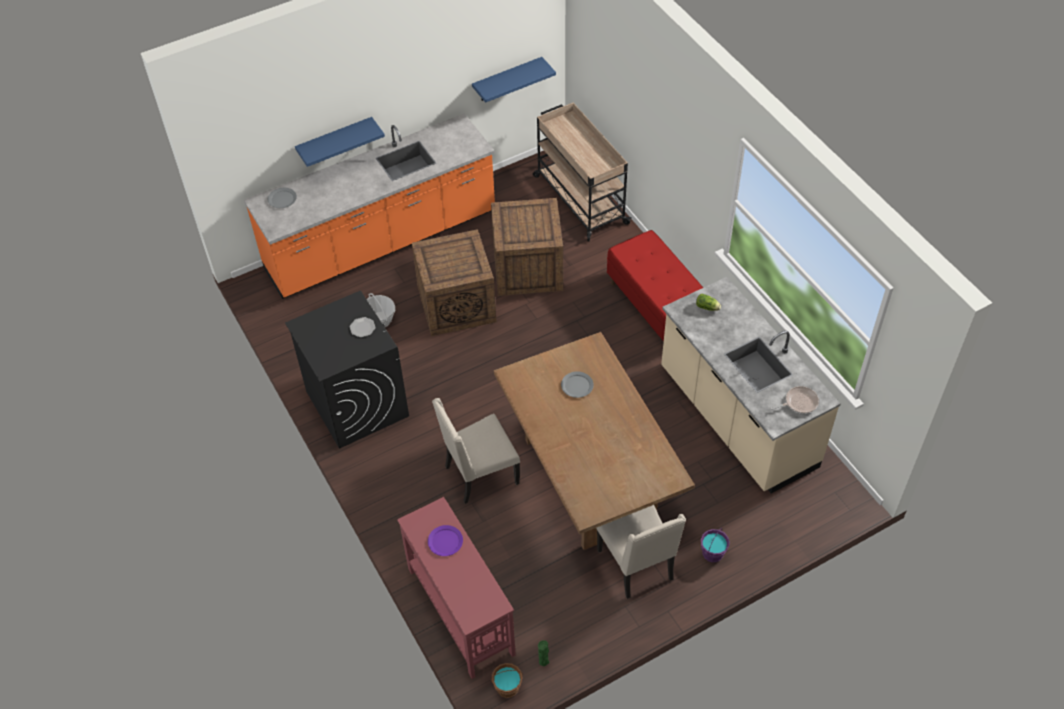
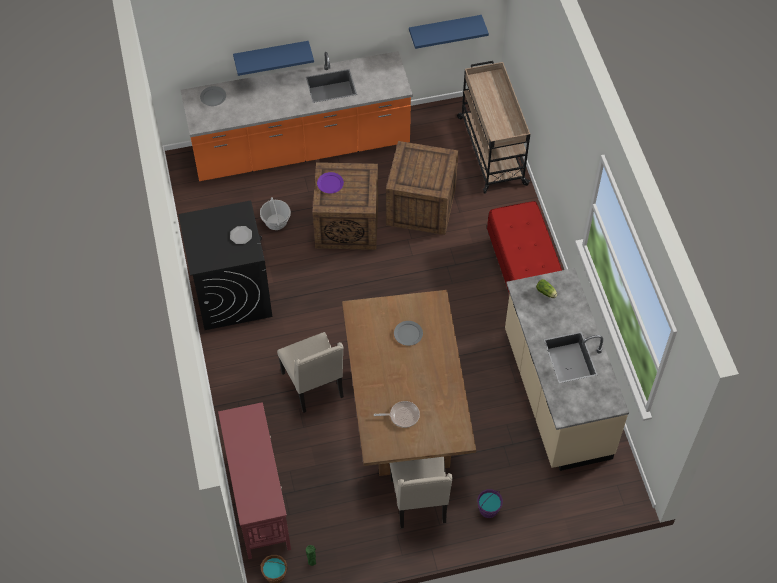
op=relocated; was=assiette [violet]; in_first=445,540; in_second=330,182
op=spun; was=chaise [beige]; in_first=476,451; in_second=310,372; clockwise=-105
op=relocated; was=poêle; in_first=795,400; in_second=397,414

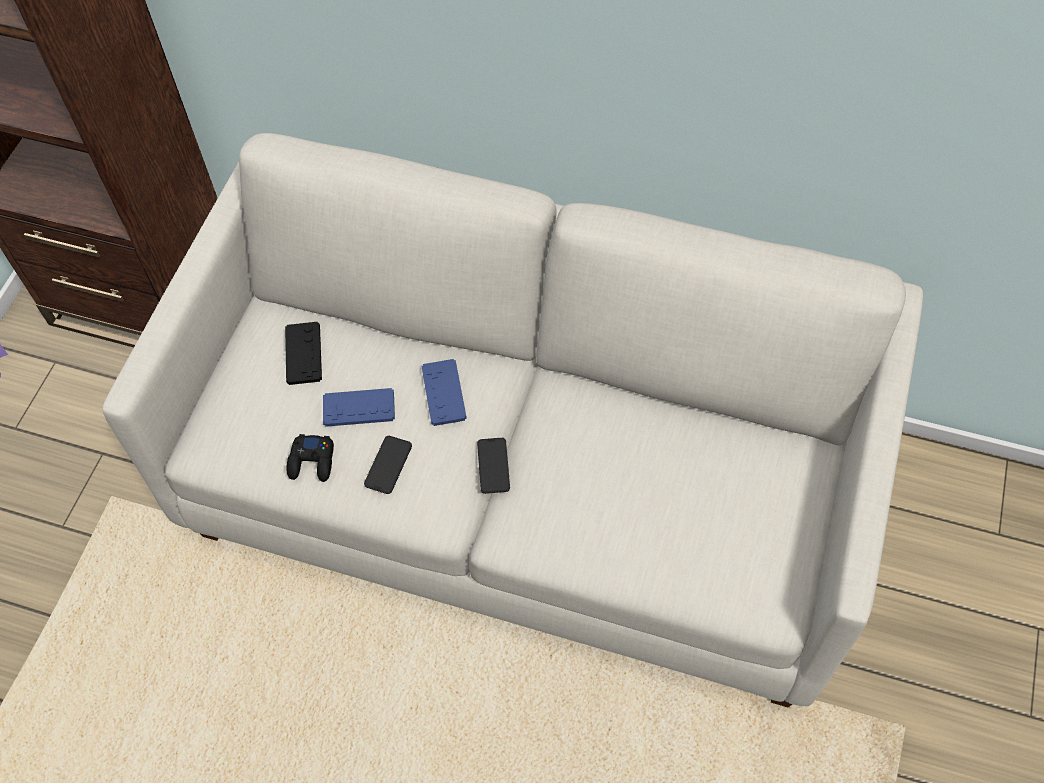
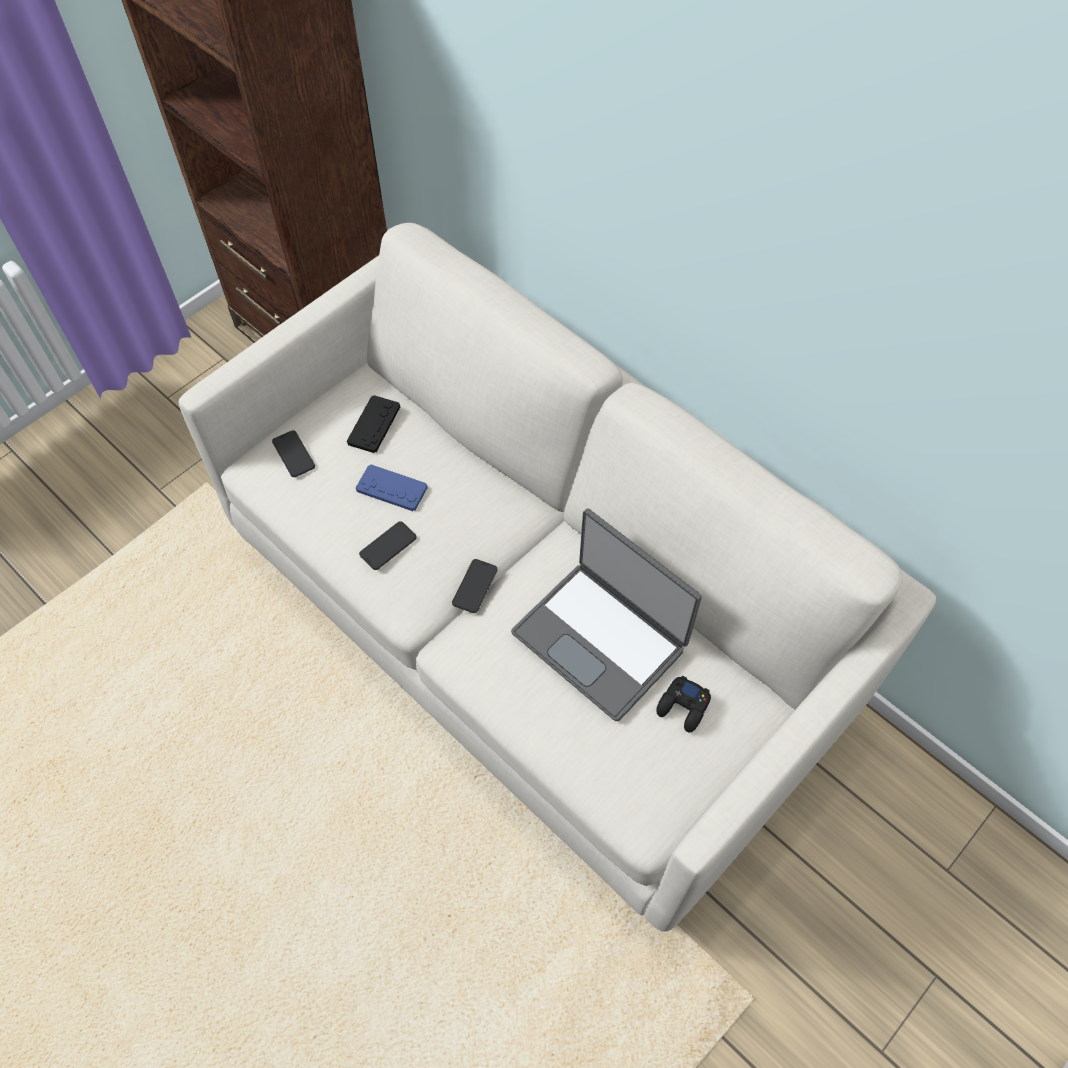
op=relocated; was=manette [noir]; in_first=310,458; in_second=683,704
op=missing; was=manette [bleu]; in_first=444,392
op=appeared; now=téléphone; in_second=293,453
op=appeared; now=ordinateur portable; in_second=606,614

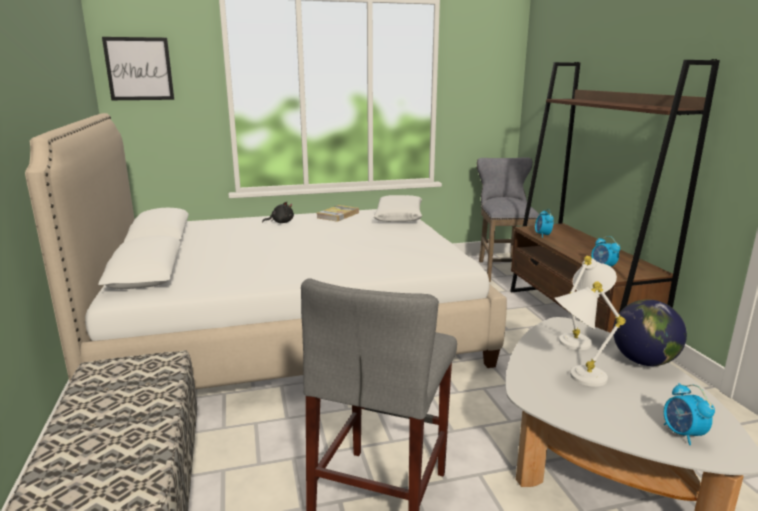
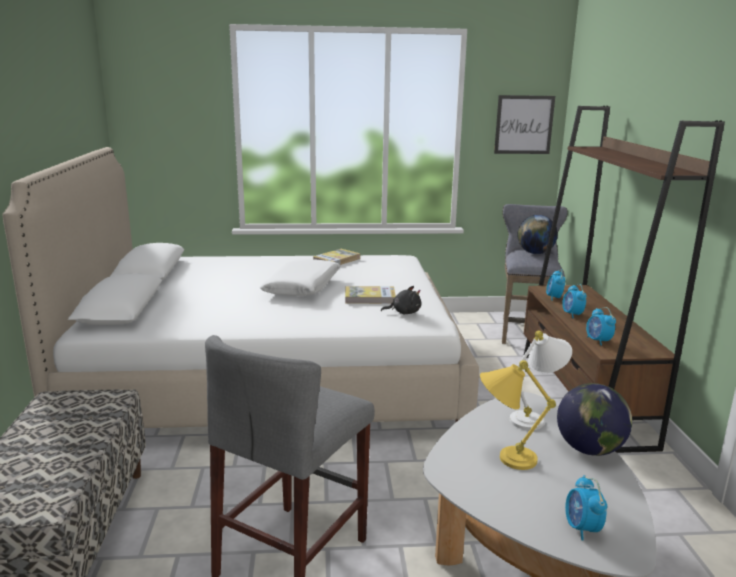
op=relocated; was=tableau; in_first=138,68; in_second=524,124
op=relocated; was=peluche [noir]; in_first=278,212; in_second=401,300
op=relocated; was=coussin [blanc]; in_first=398,208; in_second=300,277
op=colour; was=lampe de table [blanc]; now=lampe de table [jaune]; in_first=590,334; in_second=518,415
op=appeared; now=livre; in_second=370,295
op=appeared; now=globe; in_second=537,234
op=appeared; now=réveil; in_second=574,301

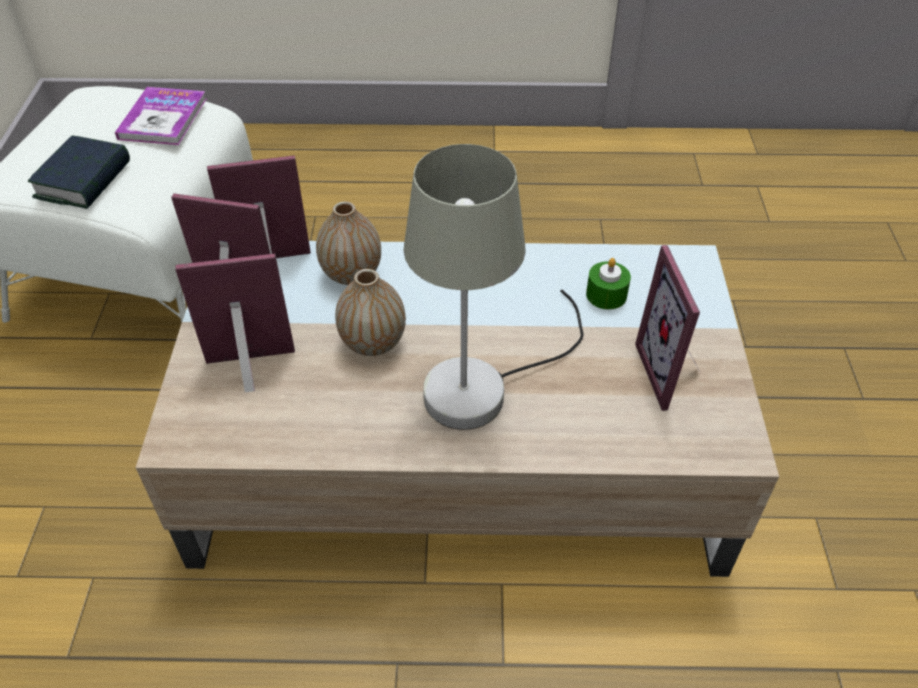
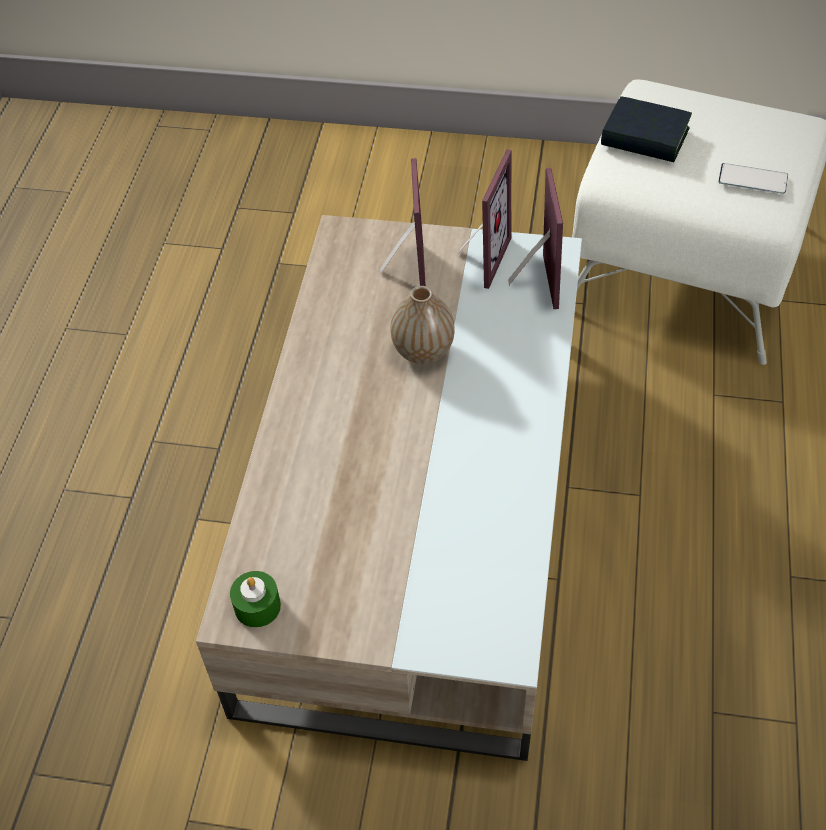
op=exchanged; was=livre; now=téléphone; in_first=160,116; in_second=753,178
op=missing; was=vase; in_first=348,243
op=missing; was=lampe de table [gris]; in_first=493,287
op=relocated; was=bougie [vert]; in_first=608,284; in_second=255,599
op=missing; was=cadre photo; in_first=667,328

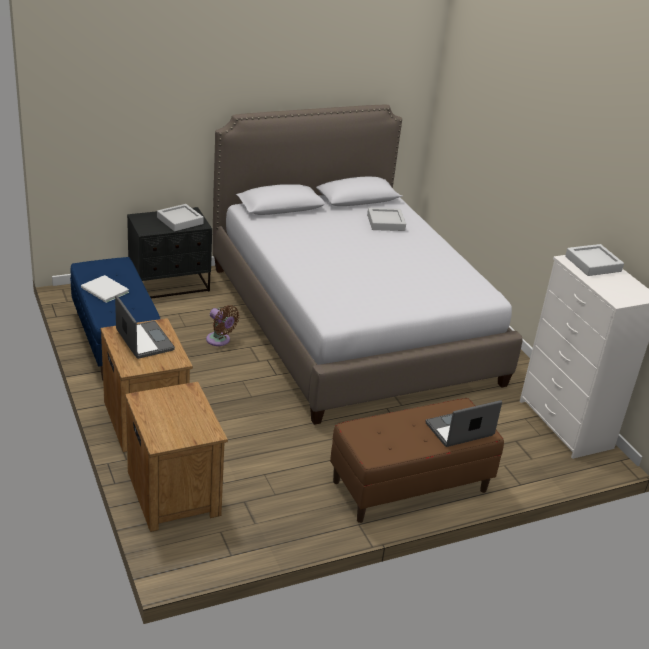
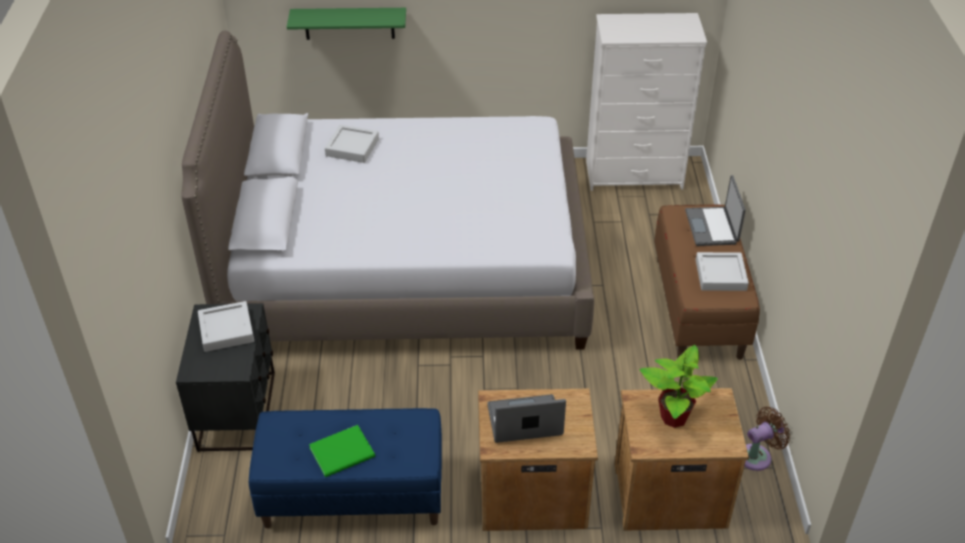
op=colour; was=livre [blanc]; now=livre [vert]; in_first=105,289; in_second=342,451
op=relocated; was=ventilateur [marron]; in_first=222,325; in_second=767,439
op=relocated; was=plateau [gris]; in_first=594,260; in_second=722,271
op=appeared; now=étagère [vert]; in_second=346,24
op=appeared; now=plante en pot; in_second=679,386

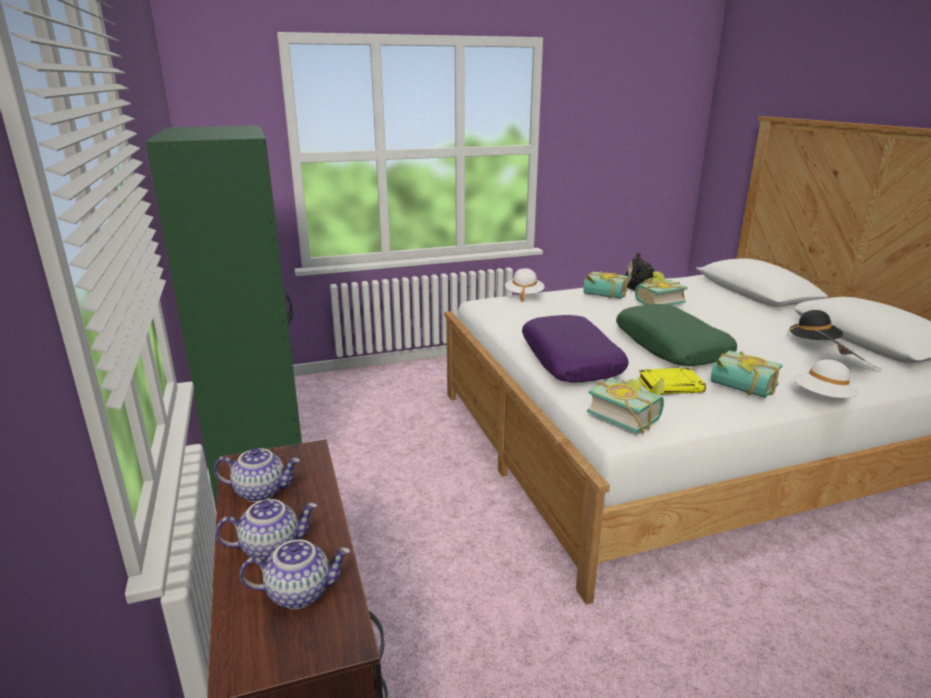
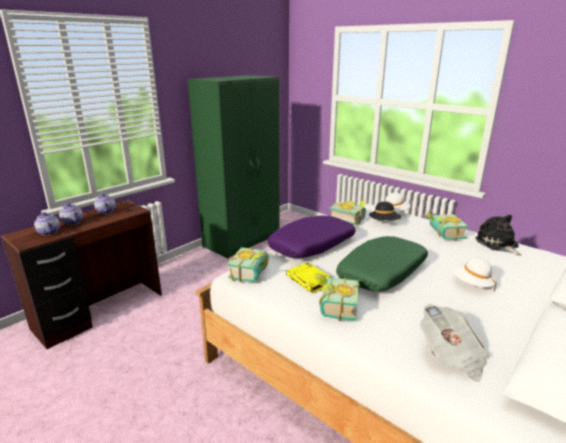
op=relocated; was=livre; in_first=661,288; in_second=348,212
op=relocated; was=chapeau [noir]; in_first=815,325; in_second=385,211
op=relocated; was=chapeau [blanc]; in_first=825,378; in_second=475,274

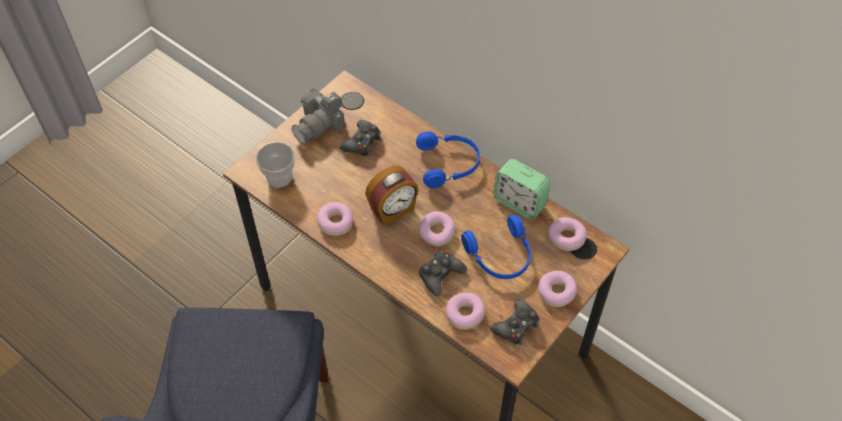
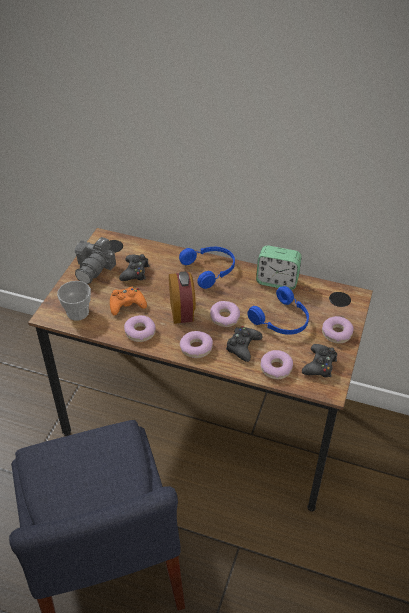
op=spun; was=réveil; in_first=392,196; in_second=182,297; clockwise=-45
op=relocated; was=beignet; in_first=567,234; in_second=196,344
op=appeared; now=manette [orange]; in_second=128,301

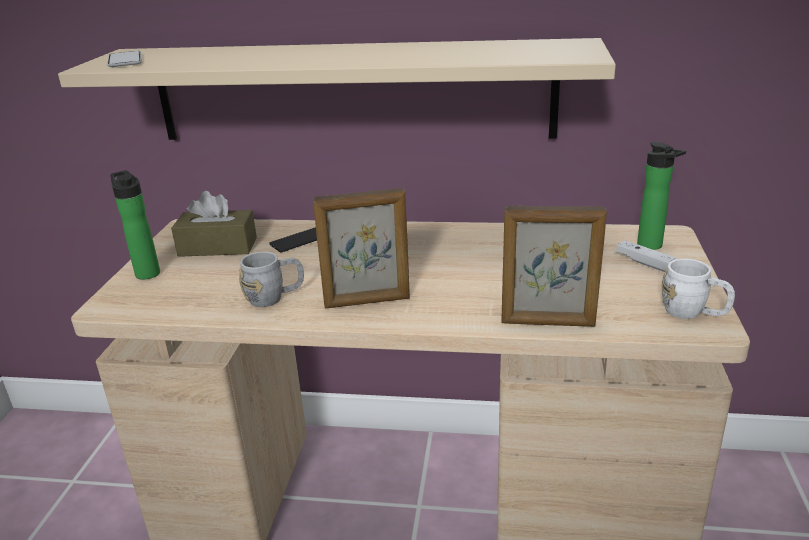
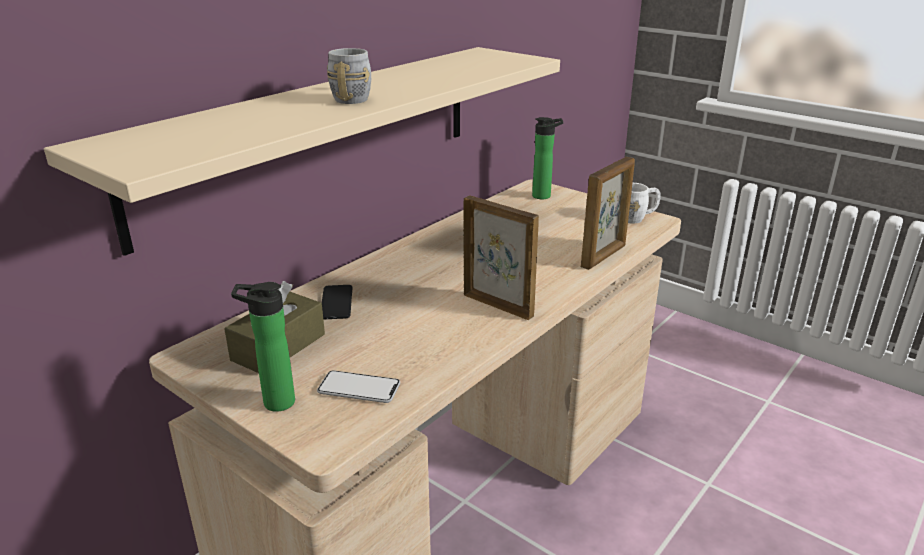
op=relocated; was=téléphone; in_first=124,59; in_second=358,386
op=relocated; was=mug [gris]; in_first=271,279; in_second=349,76
op=spun; was=cadre photo; in_first=361,248; in_second=501,257; clockwise=-75
op=missing; was=manette [blanc]; in_first=647,256

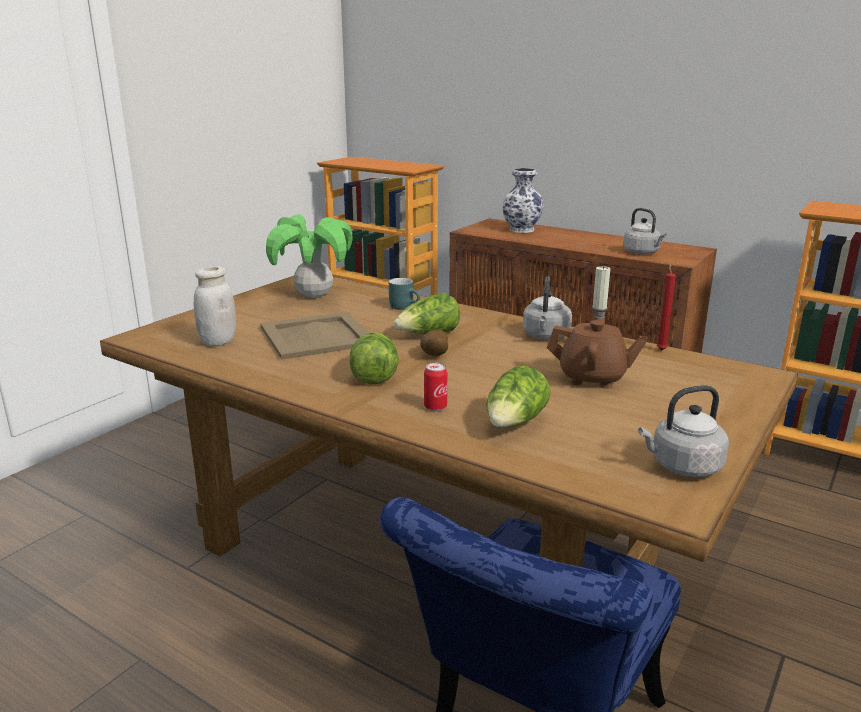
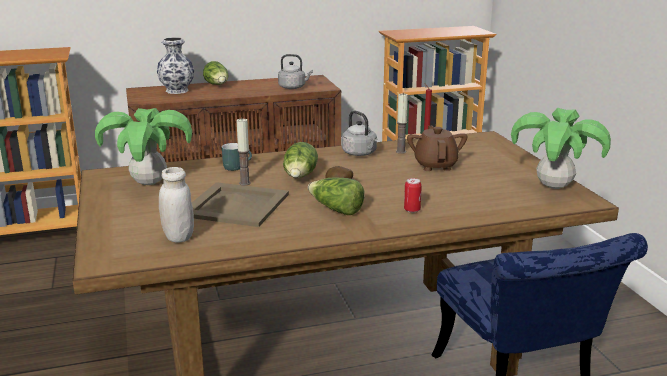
op=relocated; was=laitue; in_first=518,396; in_second=216,73
op=spun; was=théière [marron]; in_first=597,353; in_second=437,148; clockwise=-60
op=exchanged; was=bouilloire [gris]; now=plante en pot; in_first=683,431; in_second=561,148
op=appeared; now=bougie; in_second=243,152

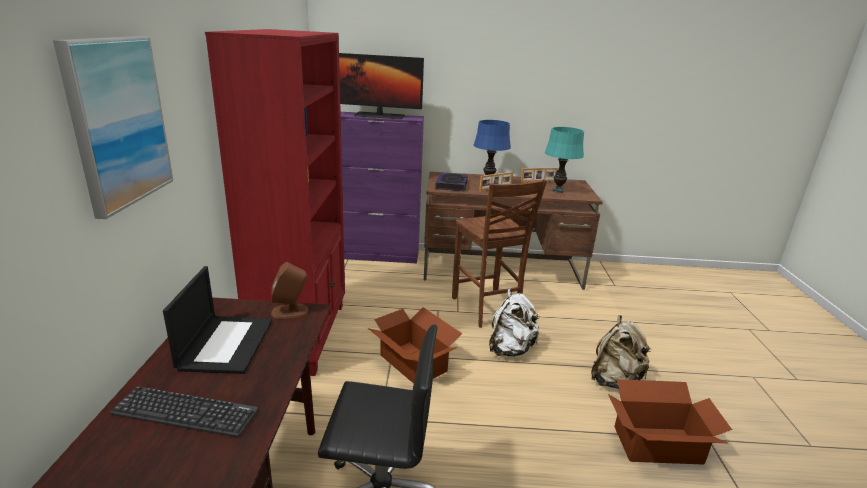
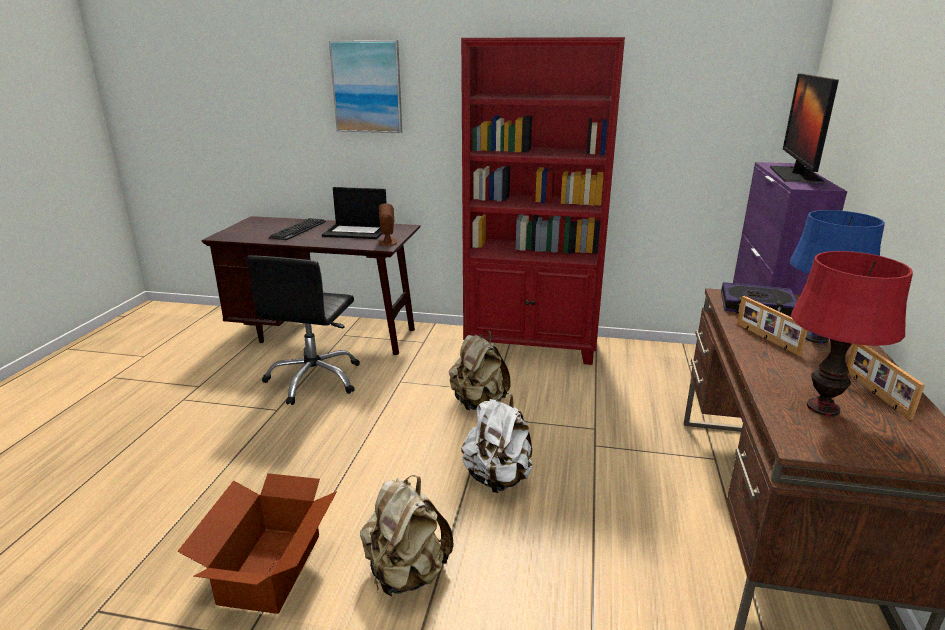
op=exchanged; was=carton; now=sac à dos [beige]; in_first=415,345; in_second=480,370
op=missing; was=chaise [marron]; in_first=499,253
op=colour; was=lampe de table [turquoise]; now=lampe de table [rouge]; in_first=564,160; in_second=852,333

